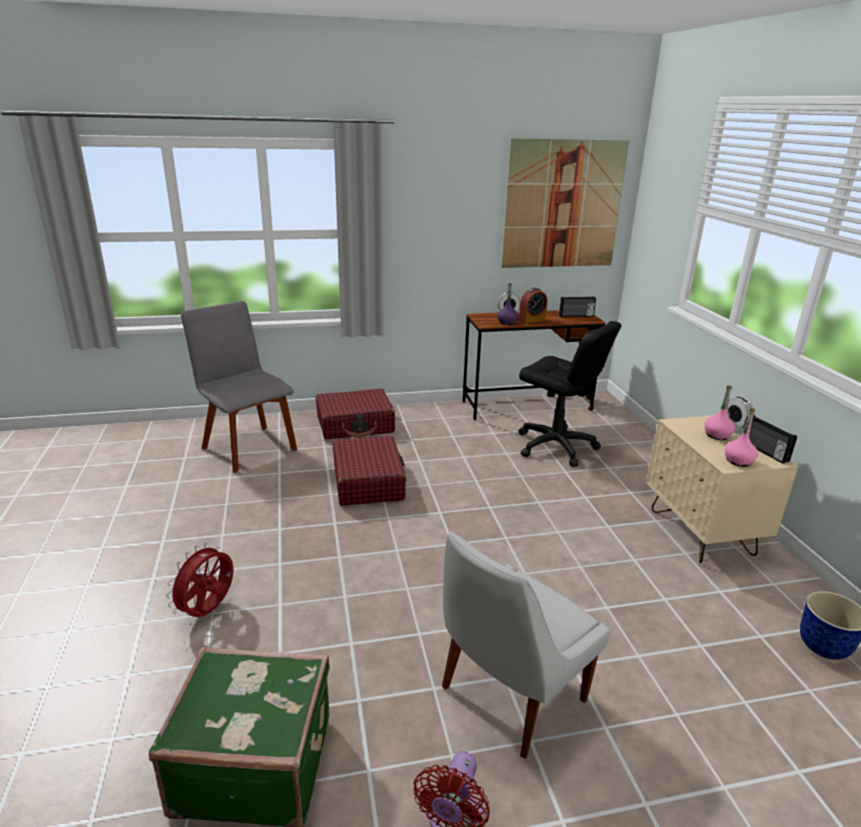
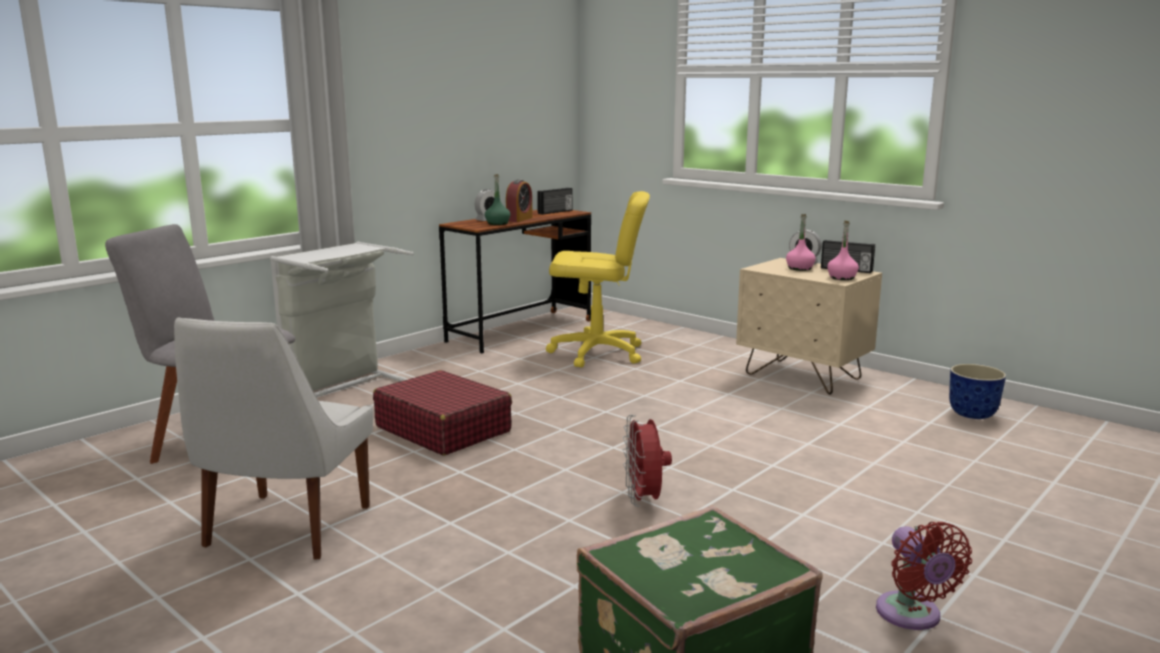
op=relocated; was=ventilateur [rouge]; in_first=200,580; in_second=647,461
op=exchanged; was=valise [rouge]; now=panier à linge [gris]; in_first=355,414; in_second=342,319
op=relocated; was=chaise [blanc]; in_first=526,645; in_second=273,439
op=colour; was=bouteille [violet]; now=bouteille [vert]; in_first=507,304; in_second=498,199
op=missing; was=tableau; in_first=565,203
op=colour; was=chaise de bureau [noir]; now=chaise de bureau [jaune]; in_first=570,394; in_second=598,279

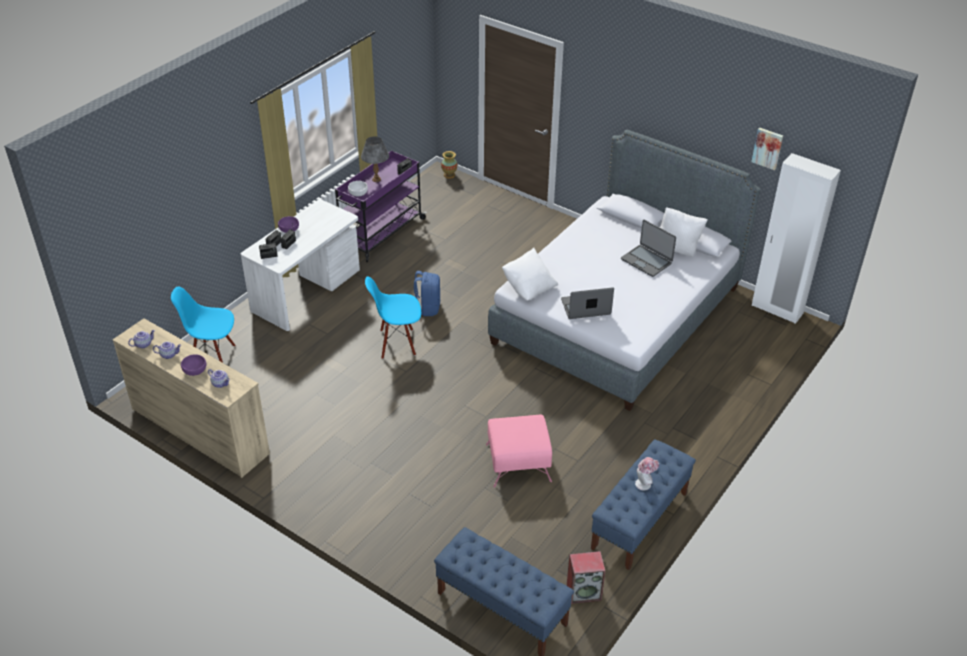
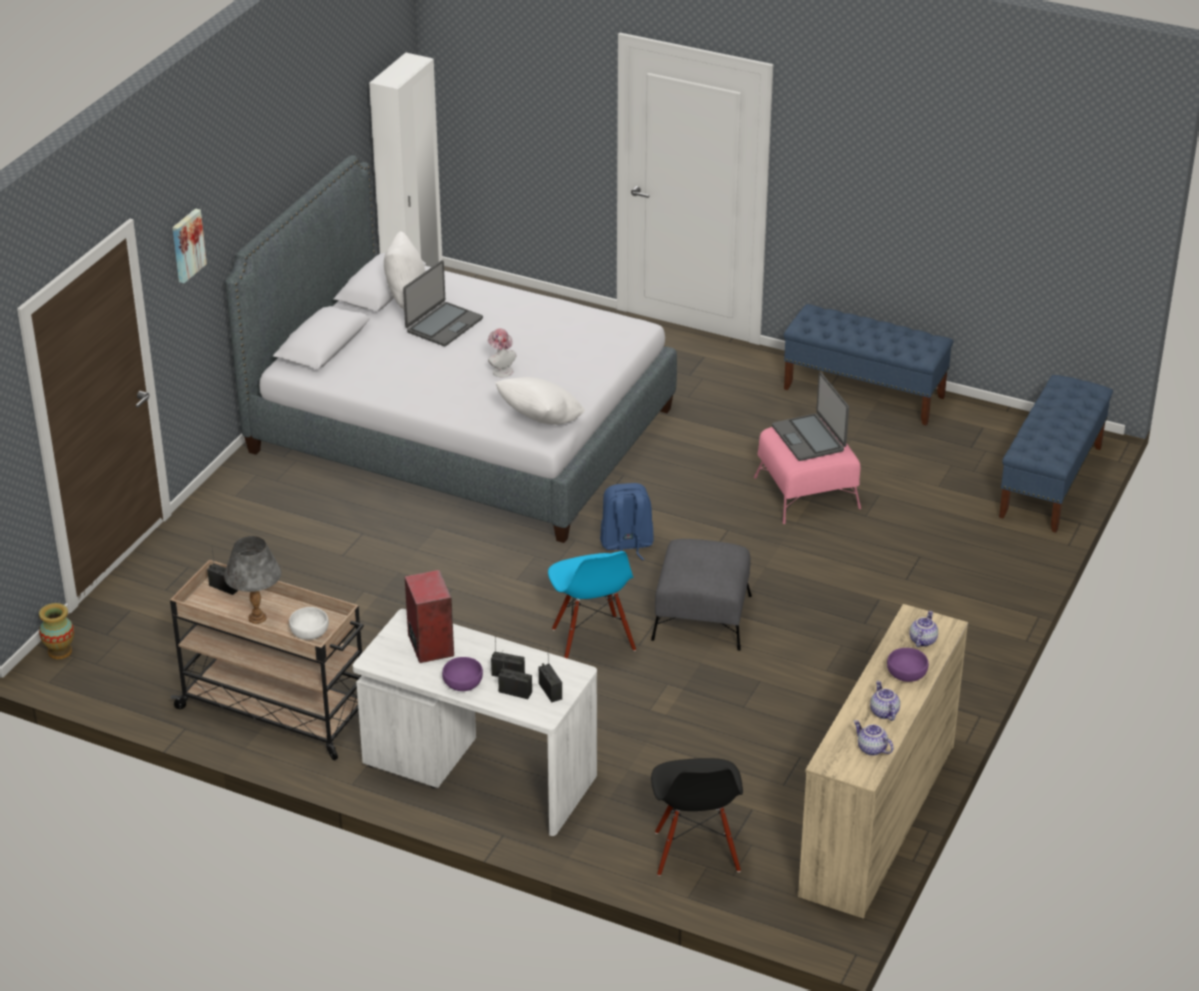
op=colour; was=chaise [bleu]; now=chaise [noir]; in_first=203,324; in_second=697,817
op=colour; was=chariot [violet]; now=chariot [beige]; in_first=381,206; in_second=267,660
op=relocated; was=sac à dos [bleu]; in_first=427,293; in_second=627,521
op=relocated; was=ordinateur portable; in_first=587,303; in_second=810,416
op=relocated; was=enceinte; in_first=586,577; in_second=429,616
op=relocated; was=chapeau; in_first=647,473; in_second=502,352
op=relocated; was=tableau; in_first=767,149; in_second=189,245
op=appeared; now=pouf [gris]; in_second=701,595

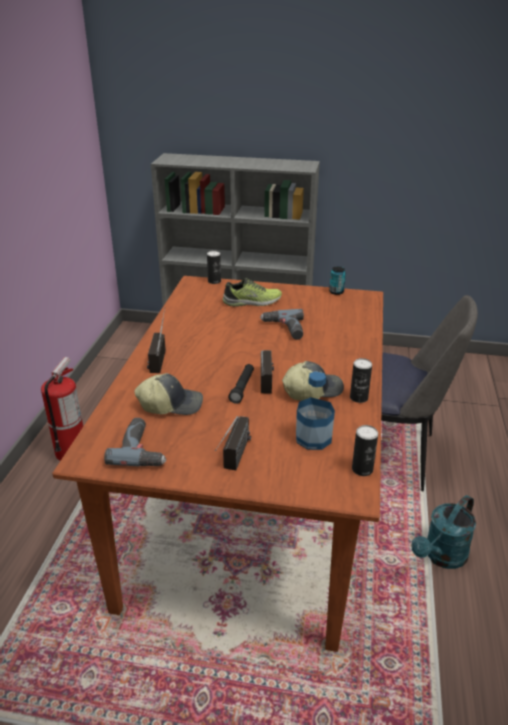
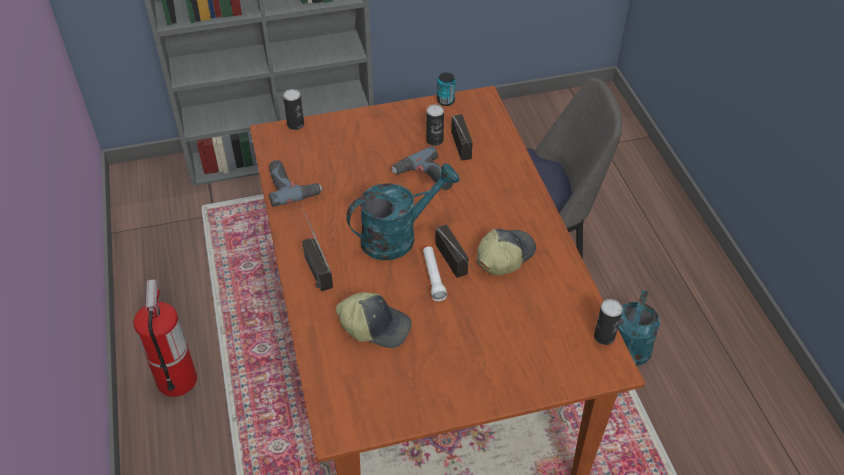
op=relocated; was=perceuse; in_first=135,442; in_second=296,183
op=spun; was=casquette; in_first=168,394; in_second=374,320; clockwise=45
op=relocated; was=radio; in_first=233,443; in_second=462,137
op=missing; was=chaussure; in_first=252,292
op=colour; was=lampe de poche [noir]; now=lampe de poche [blanc]; in_first=241,384; in_second=435,274
op=missing; was=bouteille; in_first=315,410
op=relocated; was=boîte métallique; in_first=361,380; in_second=435,125
op=appeared; now=arrosoir [turquoise]; in_second=403,211

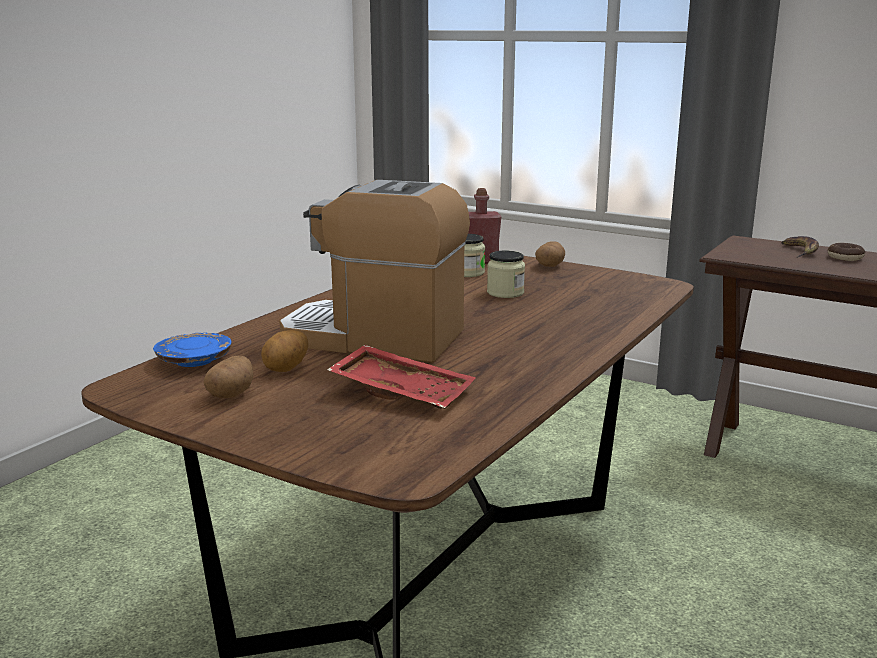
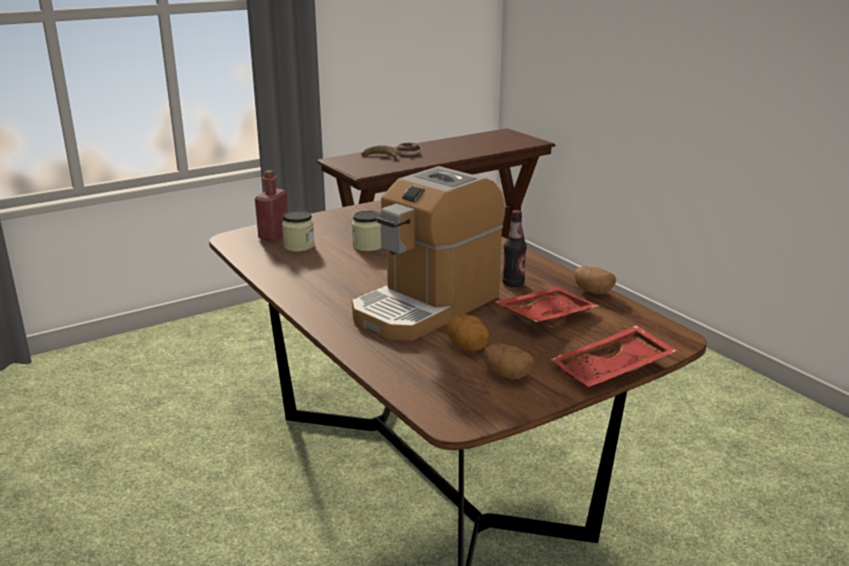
op=missing; was=assiette [bleu]; in_first=192,350
op=relocated; was=pomme de terre; in_first=550,254; in_second=595,280
op=appeared; now=bouteille; in_second=514,248
op=appeared; now=plateau [rouge]; in_second=614,356

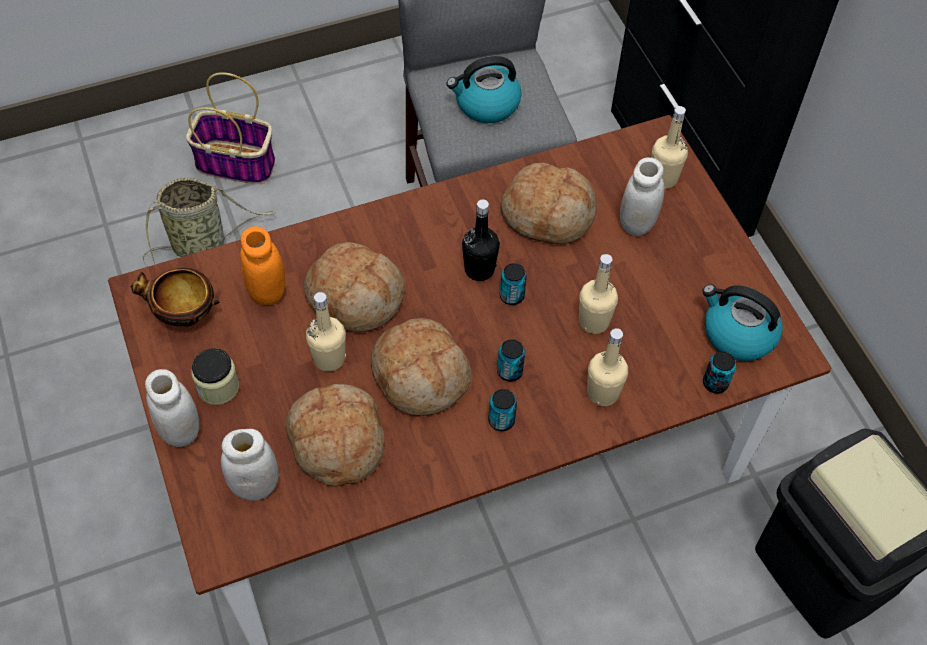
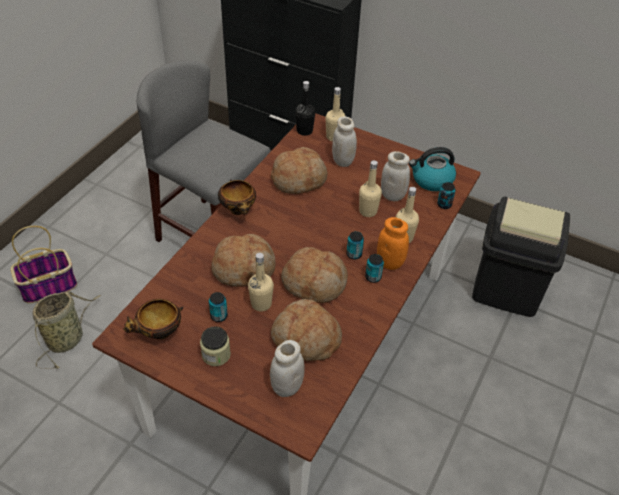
op=relocated; was=bocal [blanc]; in_first=172,408; in_second=395,176
op=relocated; was=bocal [orange]; in_first=262,265; in_second=393,243
op=missing; was=bouilloire; in_first=484,89
op=relocated; was=bouteille [noir]; in_first=481,240; in_second=305,108
op=relocated; was=boîte métallique; in_first=513,284; in_second=218,307
op=appeared; now=bol; in_second=237,197

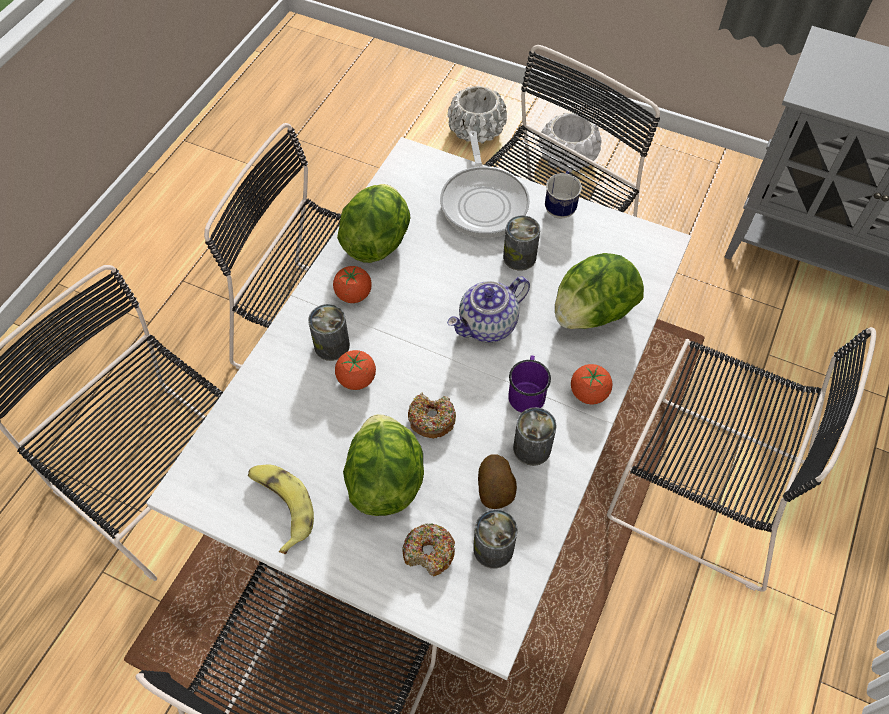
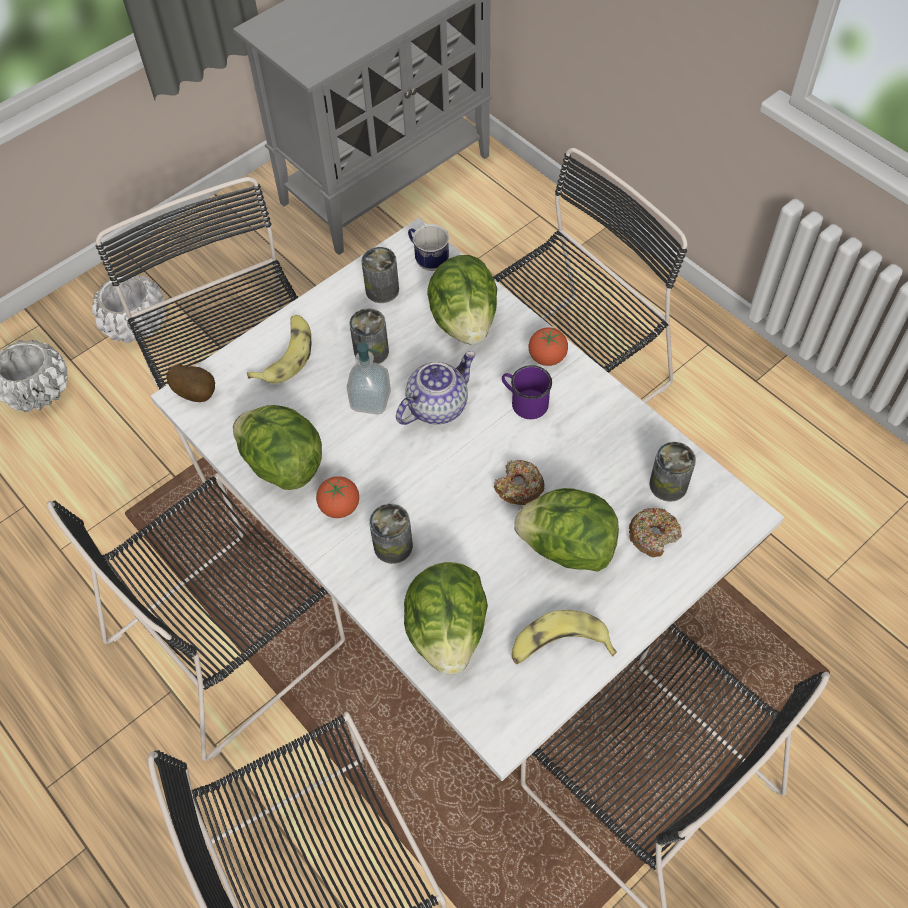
op=missing; was=tomate; in_first=355,370
op=exchanged; was=poêle; now=banane; in_first=485,184; in_second=279,349
op=spun; was=théière; in_first=488,309; in_second=436,388; clockwise=-120
op=relocated; was=pomme de terre; in_first=497,481; in_second=190,383
op=relocated; was=boîte métallique; in_first=535,436; in_second=380,275
op=relocated; was=mug; in_first=563,195; in_second=428,247
op=appeared; now=distributeur de savon; in_second=369,379
op=appeared; now=laitue; in_second=446,618

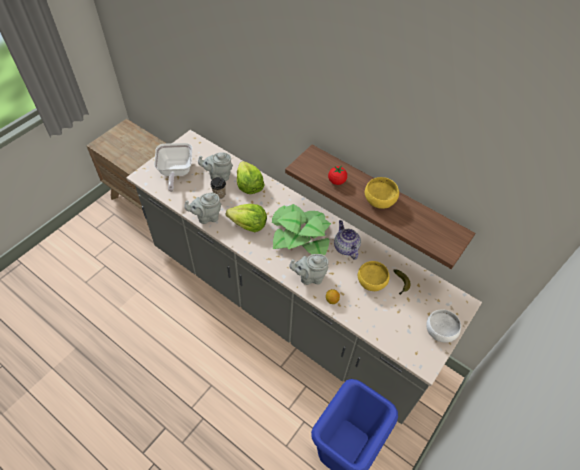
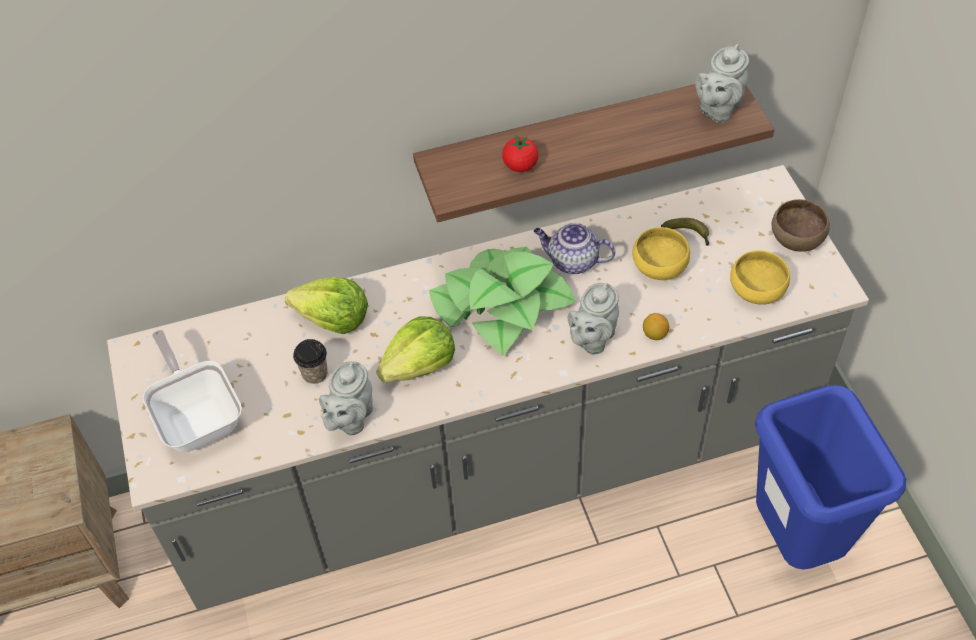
op=spun; was=poêle; in_first=173,167; in_second=192,391; clockwise=-150
op=relocated; was=théière [gris]; in_first=215,166; in_second=722,83
op=relocated; was=bol [jaune]; in_first=382,193; in_second=760,277
op=colour; was=bol [blanc]; now=bol [marron]; in_first=443,326; in_second=801,225

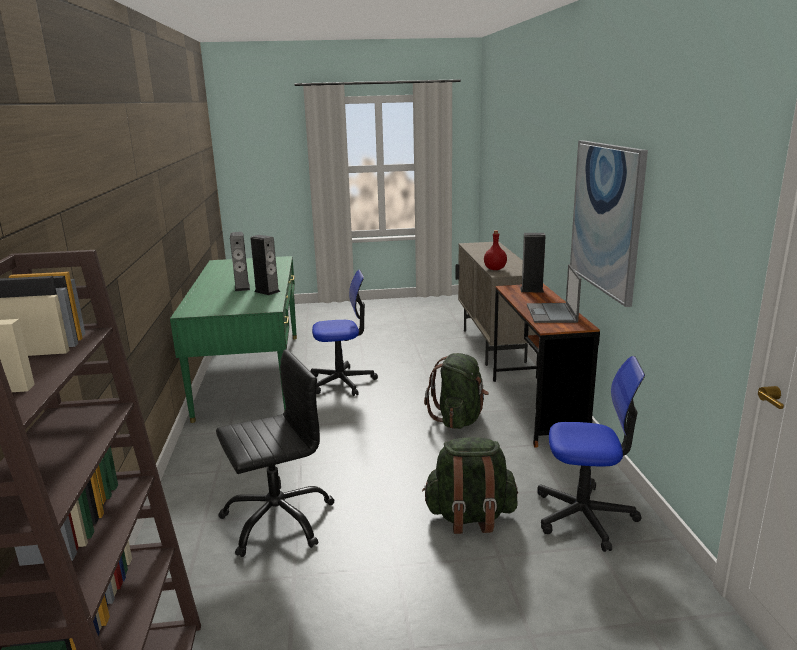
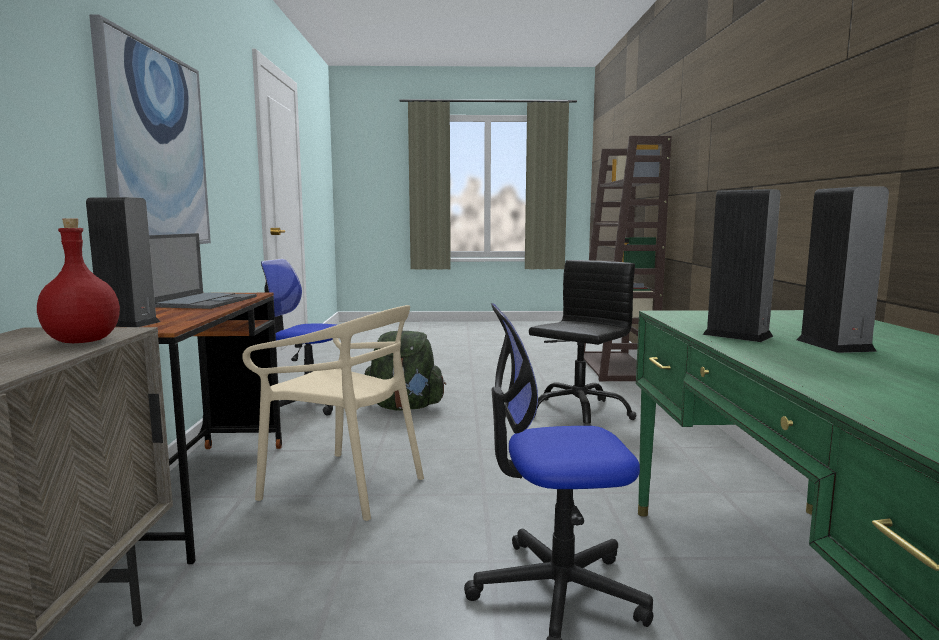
op=spun; was=chaise de bureau [noir]; in_first=275,453; in_second=582,343; clockwise=150
op=exchanged; was=sac à dos [vert]; now=chaise [beige]; in_first=456,391; in_second=333,413

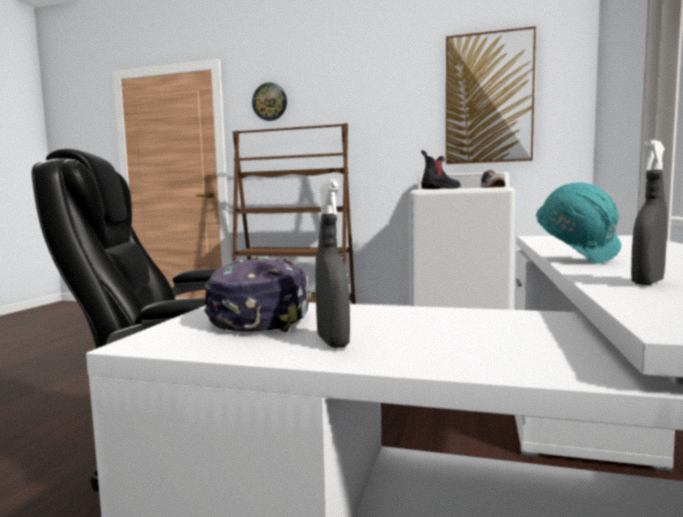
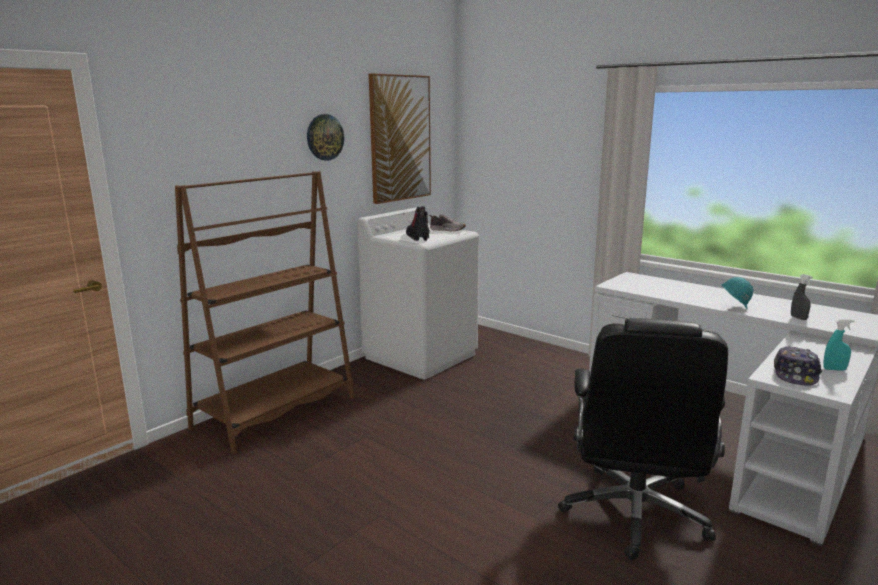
op=spun; was=casquette; in_first=257,294; in_second=798,366; clockwise=-90
op=relocated; was=horloge murale; in_first=269,102; in_second=325,137
op=colour; was=vaporisateur [gris]; now=vaporisateur [turquoise]; in_first=332,263; in_second=838,345

